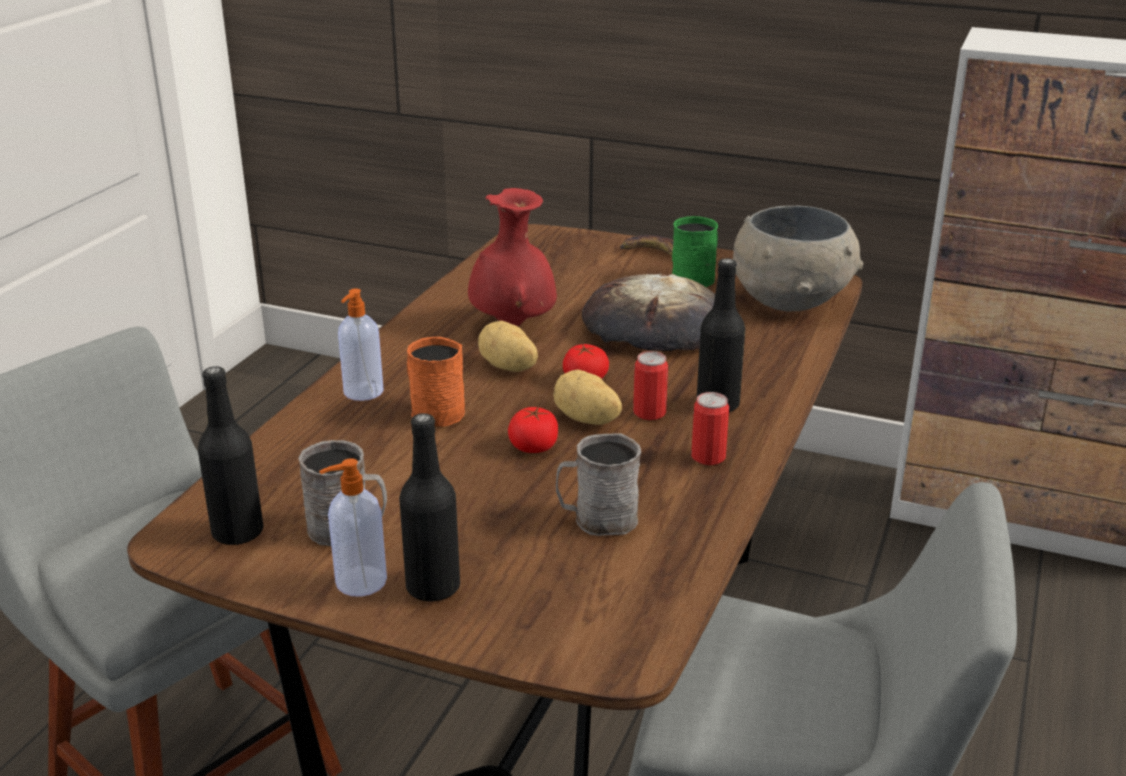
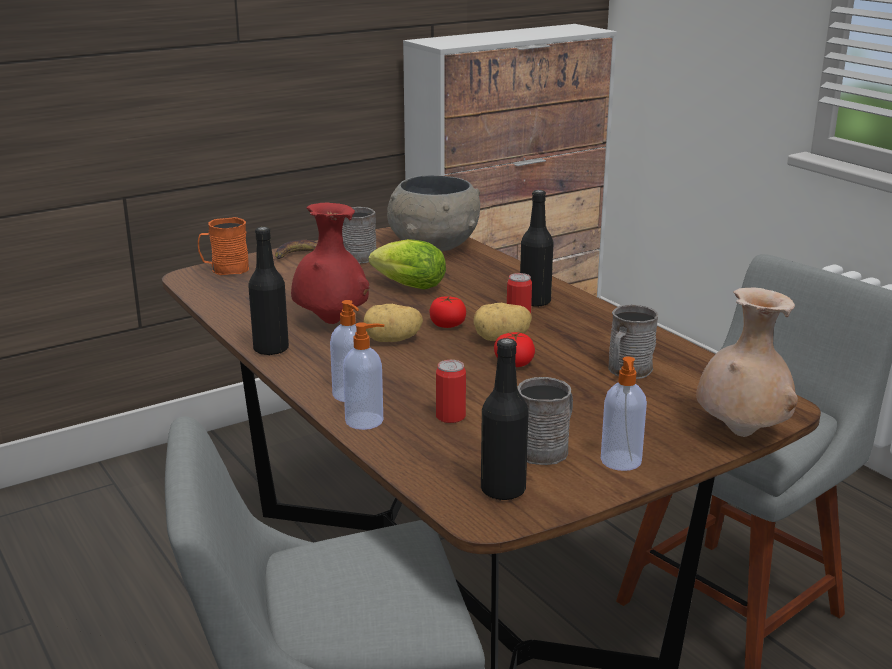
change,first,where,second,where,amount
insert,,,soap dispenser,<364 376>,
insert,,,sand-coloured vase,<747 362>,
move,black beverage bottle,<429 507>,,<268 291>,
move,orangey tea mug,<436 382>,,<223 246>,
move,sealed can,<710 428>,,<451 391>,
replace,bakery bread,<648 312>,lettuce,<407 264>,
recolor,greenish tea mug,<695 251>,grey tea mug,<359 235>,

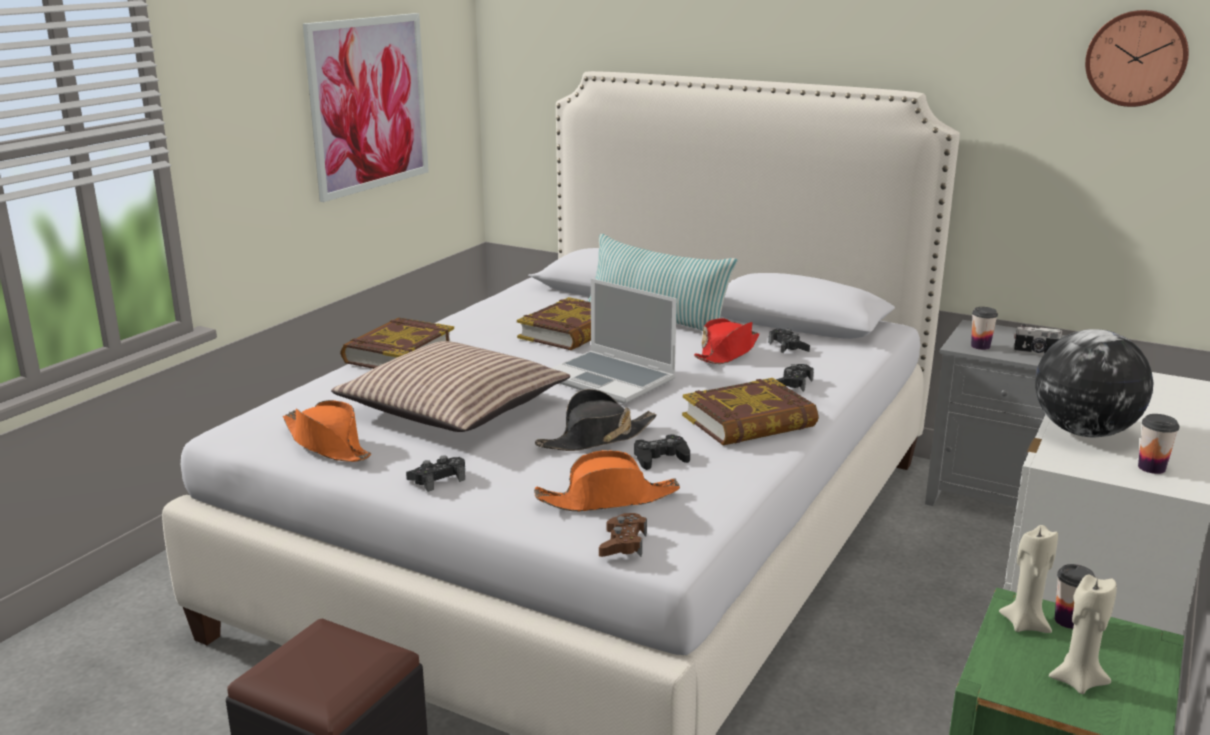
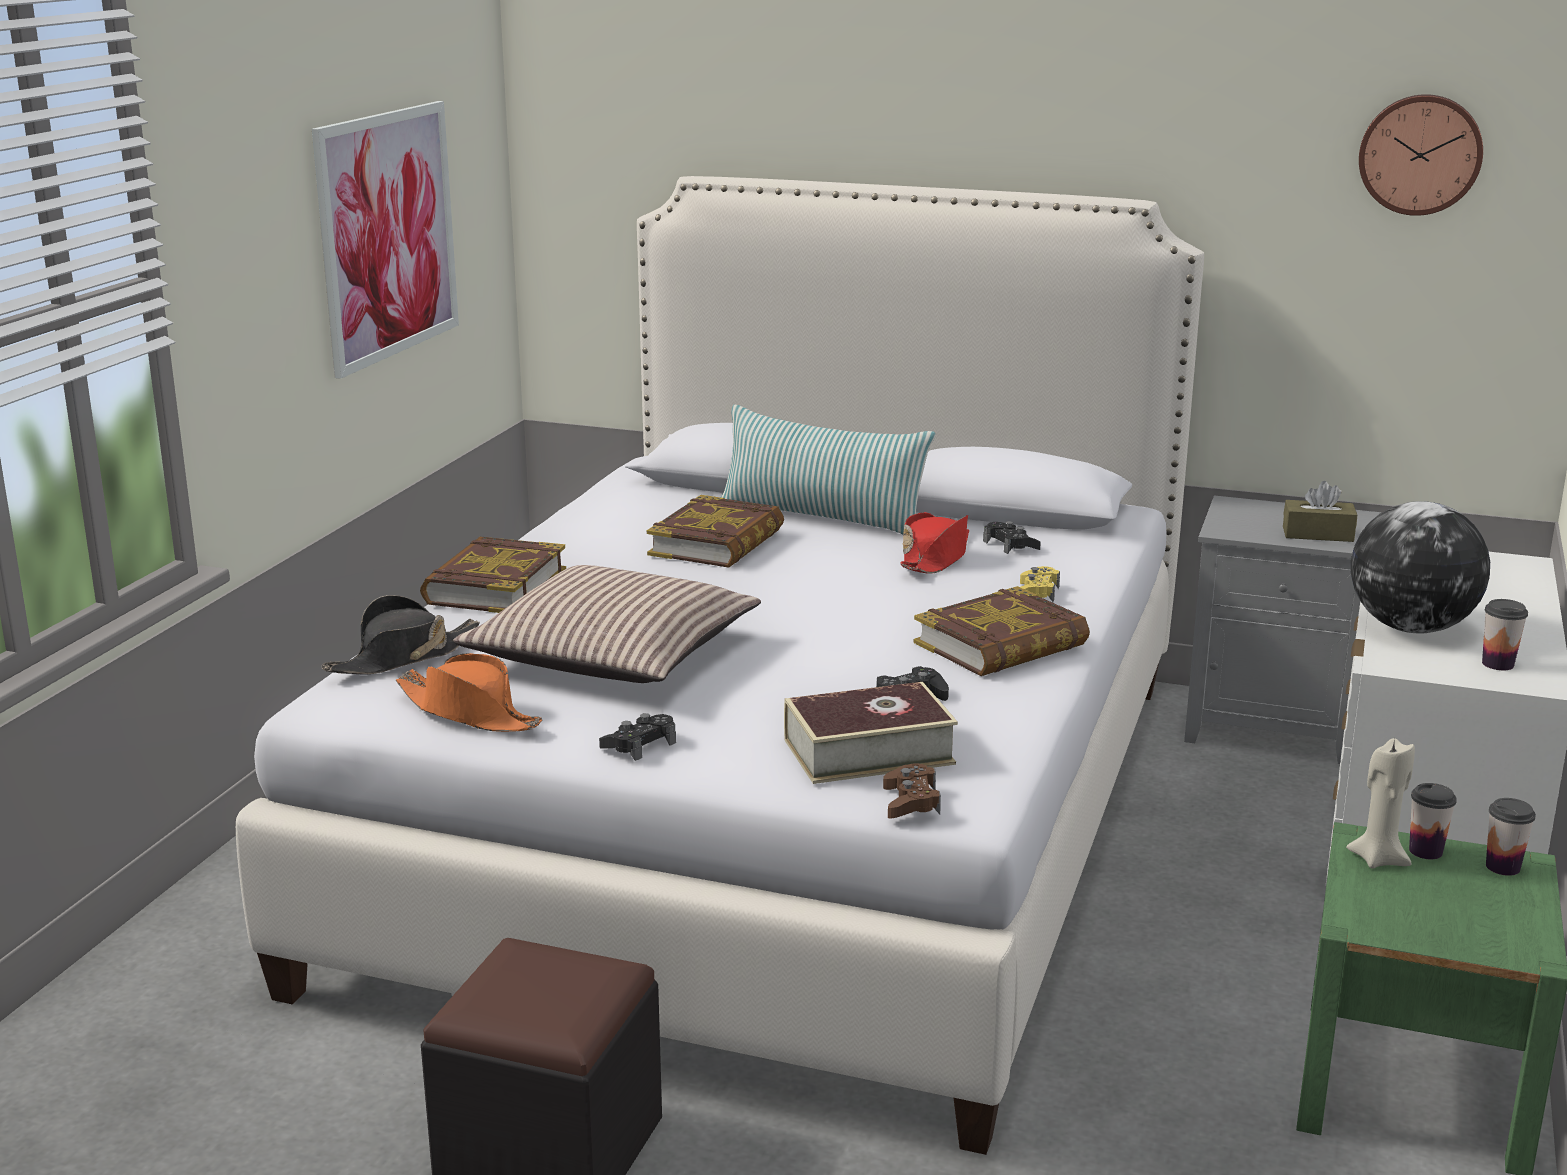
change,first,where,second,where,amount
delete,portable computer,<614 341>,,,
delete,sand-coloured candle,<1083 634>,,,
move,black hat,<596 420>,,<401 635>,
move,drinking cup,<984 328>,,<1511 837>,
replace,orangey hat,<607 481>,bound book,<871 733>,
replace,still camera,<1038 339>,brown tissue holder,<1320 511>,
recolor,black joypad,<795 378>,yellowish joypad,<1040 584>,

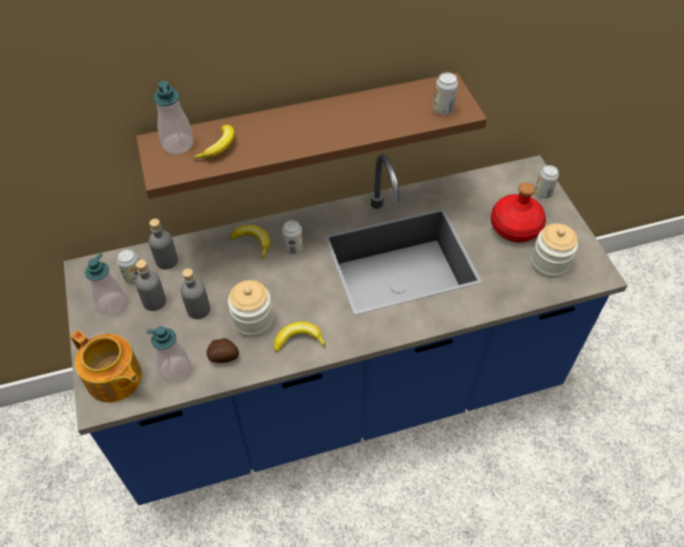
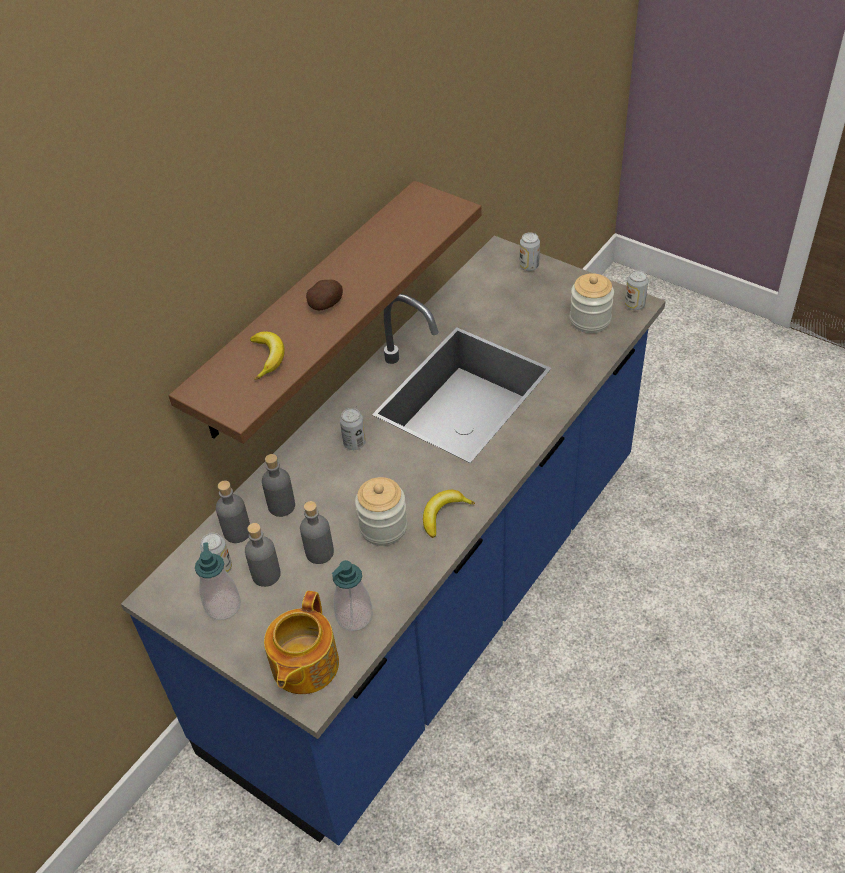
change,first,where,second,where,amount
delete,soap dispenser,<174 117>,,,
delete,whole banana,<250 242>,,,
delete,red-coloured beverage bottle,<518 212>,,,
insert,,,grey beverage bottle,<278 485>,
move,whole potato,<223 350>,,<324 294>,
move,sealed can,<445 93>,,<636 290>,
rotate,tea pot,<106 366>,,<301 642>,105 degrees clockwise

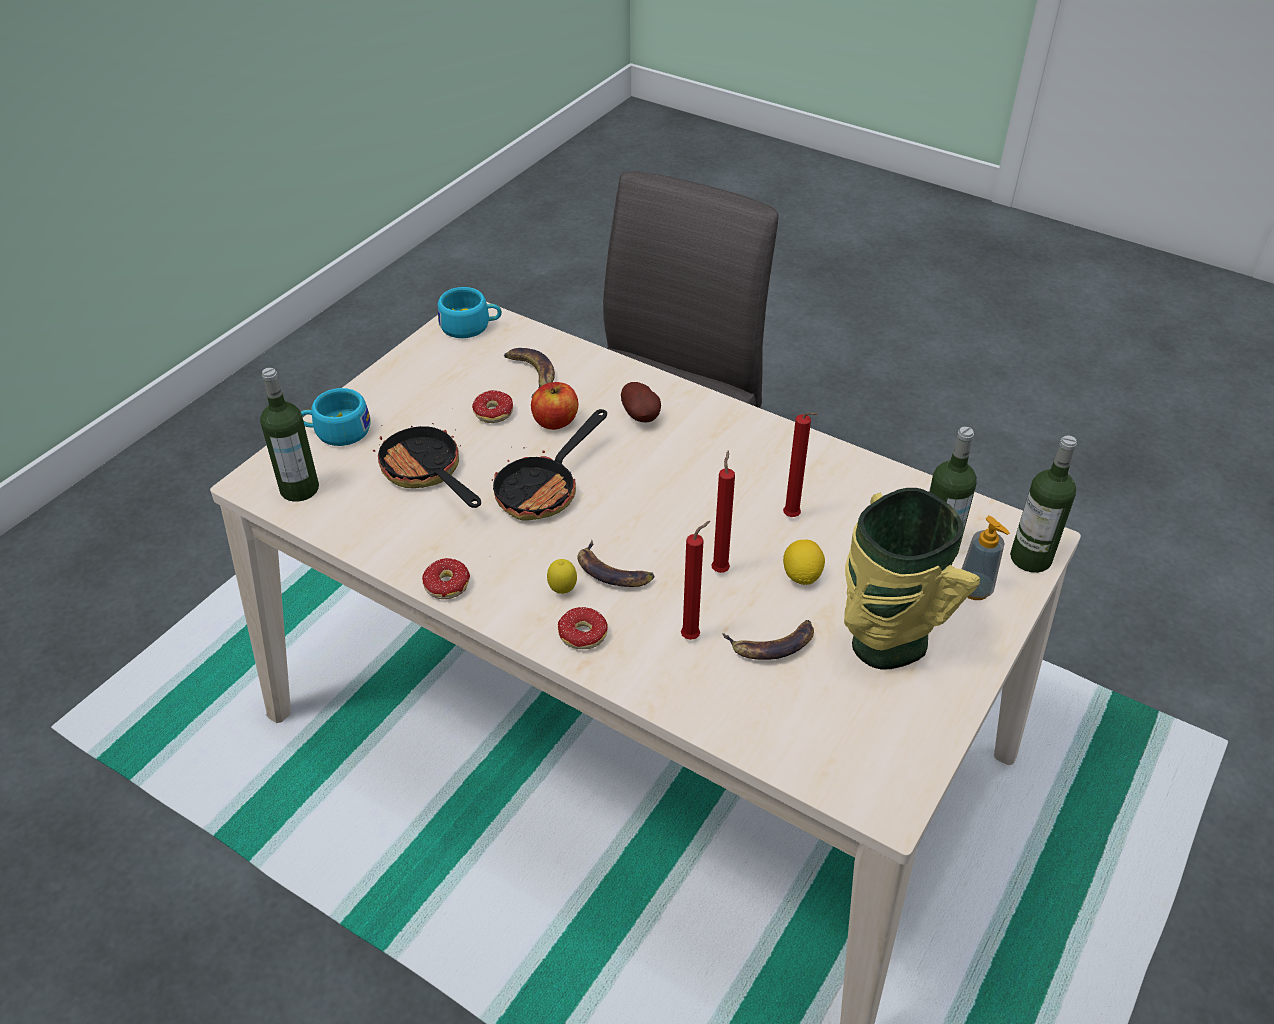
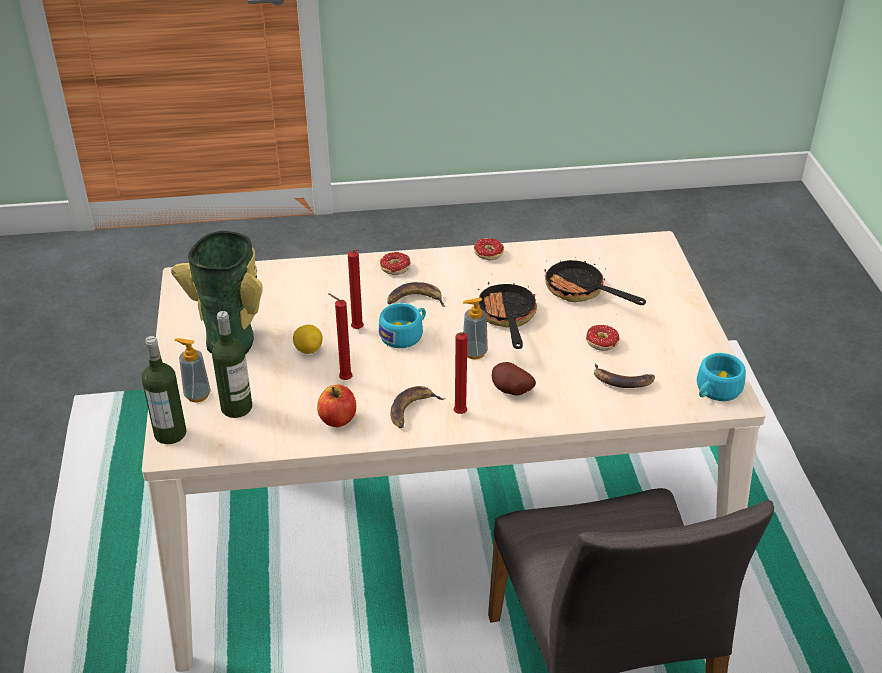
change,first,where,second,where,amount
delete,beverage bottle,<289 435>,,,
delete,lemon,<562 576>,,,
insert,,,soap dispenser,<475 328>,
move,turquoise drinking cup,<336 417>,,<402 325>,
move,whole apple,<554 406>,,<336 406>,
move,red-coloured candle,<695 580>,,<461 373>,
move,whole banana,<768 640>,,<418 407>,
rotate,pan,<427 465>,,<595 281>,150 degrees counterclockwise

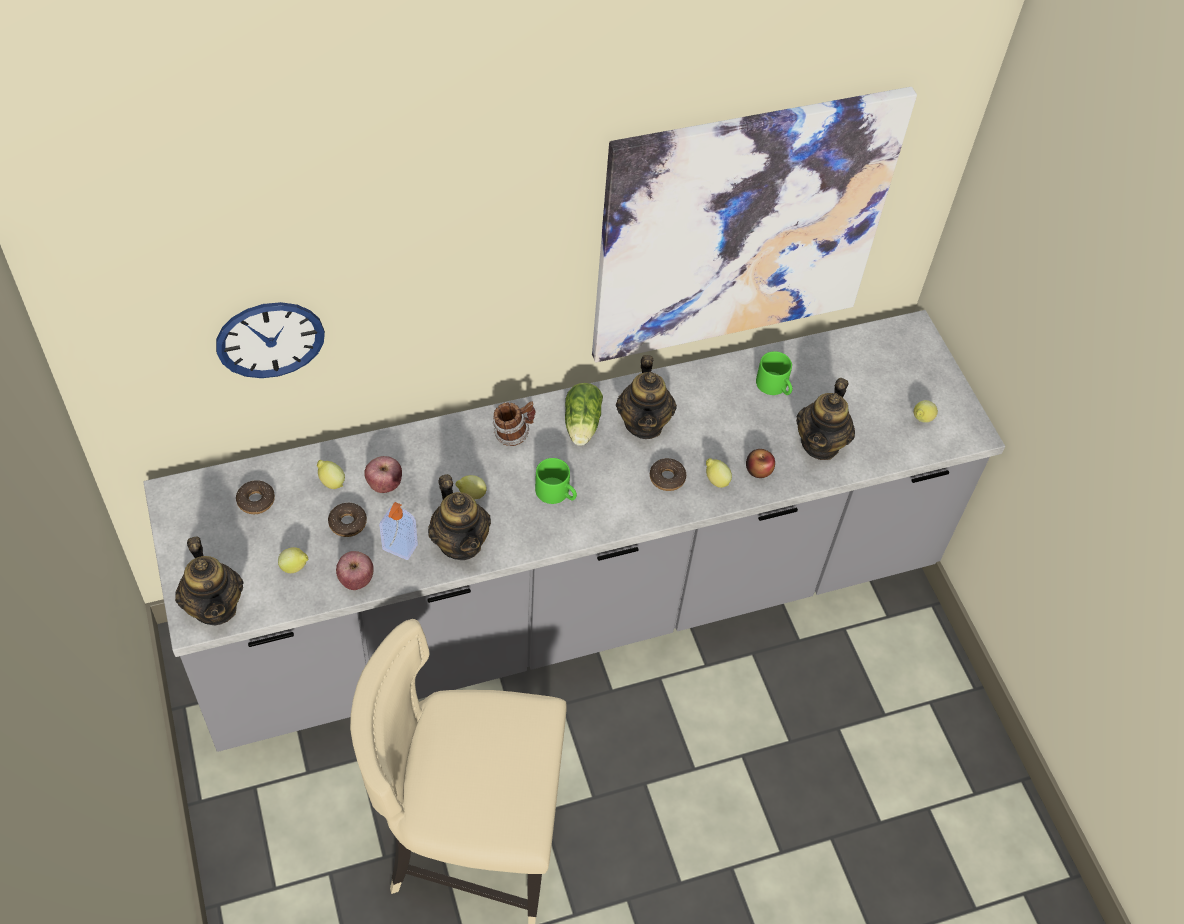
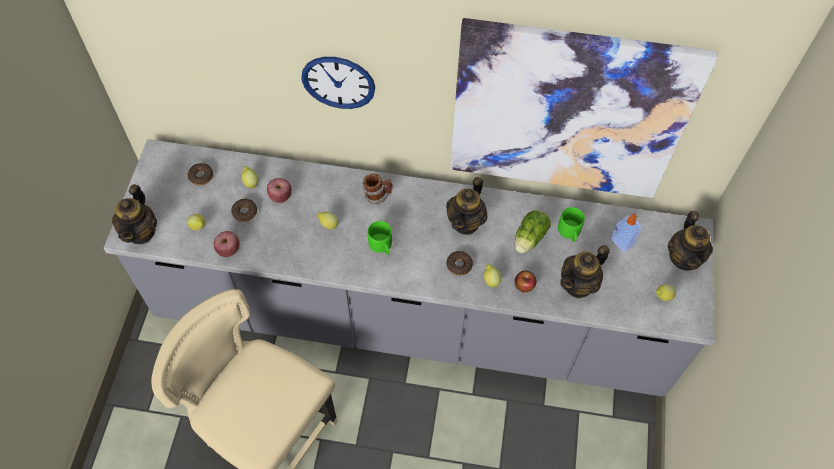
change,first,where,second,where,amount
move,wall clock,<270 340>,,<338 83>,
move,soap dispenser,<398 531>,,<626 232>,
move,tea pot,<459 517>,,<690 241>,
move,lettuce,<584 414>,,<533 231>,

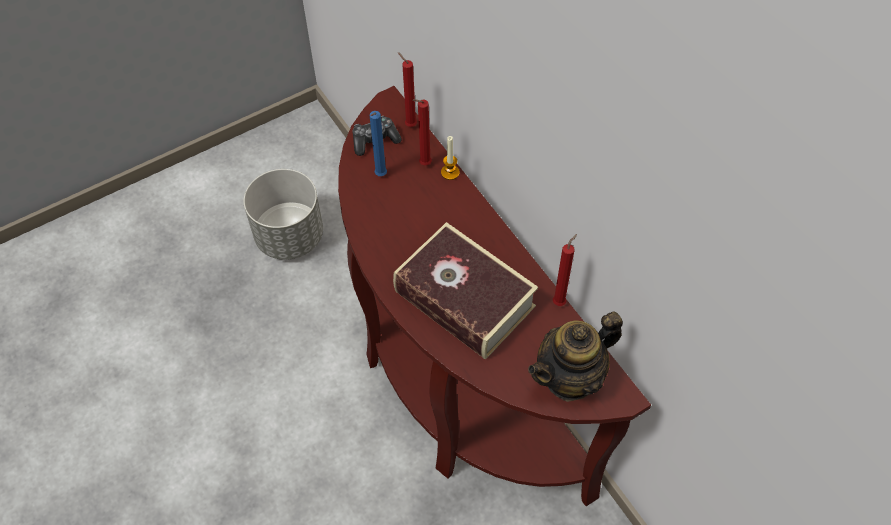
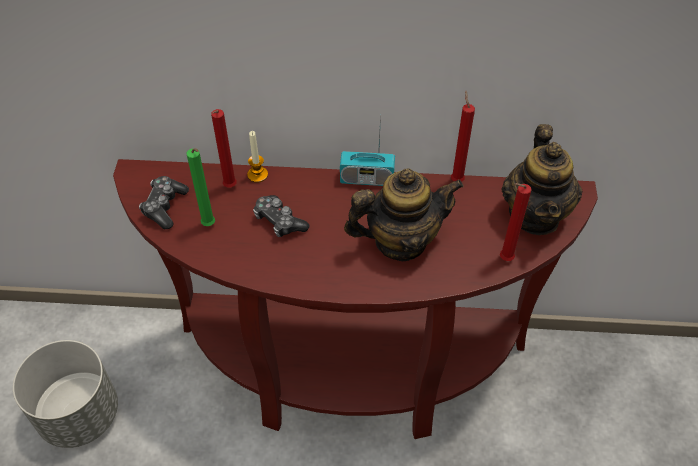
change,first,where,second,where,amount
insert,,,joypad,<281 216>,
insert,,,radio,<367 150>,
move,red-coloured candle,<407 89>,,<515 222>,
replace,bound book,<465 291>,tea pot,<404 214>,
recolor,bluish candle,<378 143>,greenish candle,<200 187>,

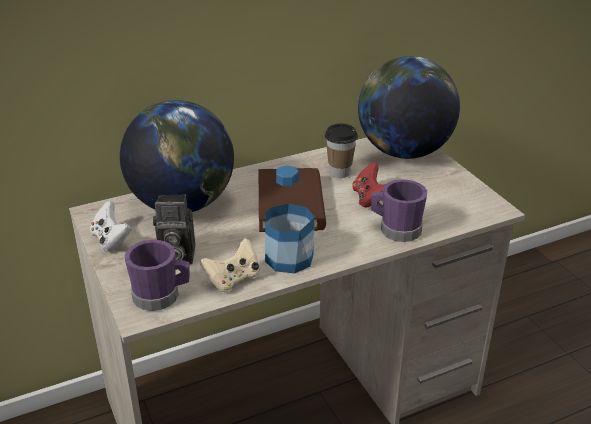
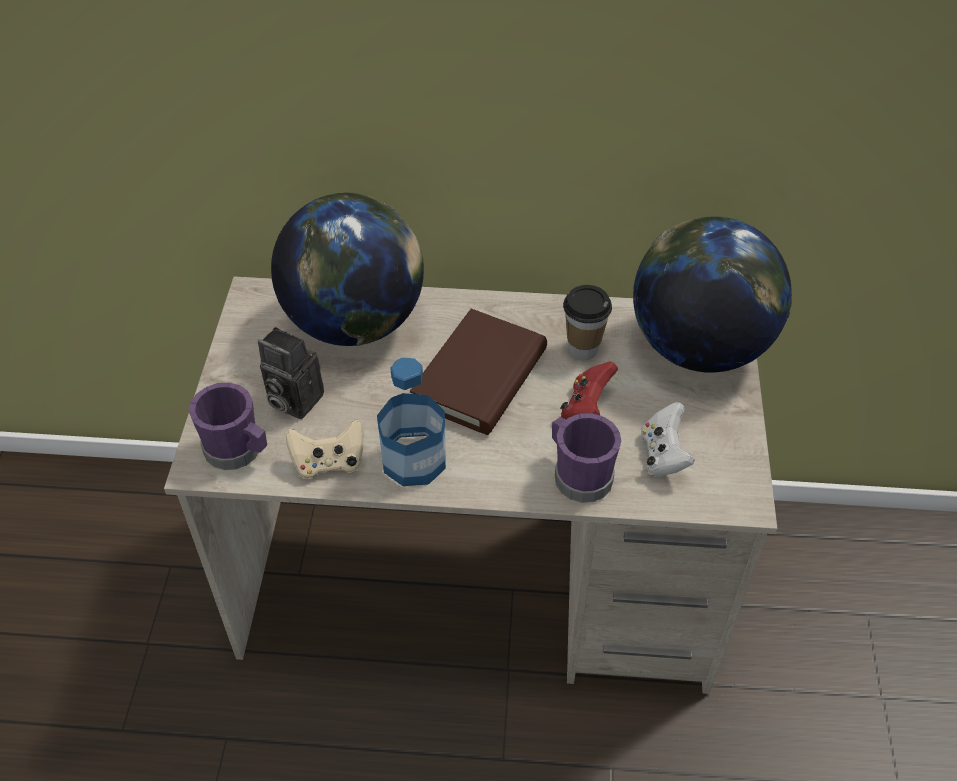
change,first,where,second,where,amount
move,white-coloured joypad,<111 226>,,<668 439>,

